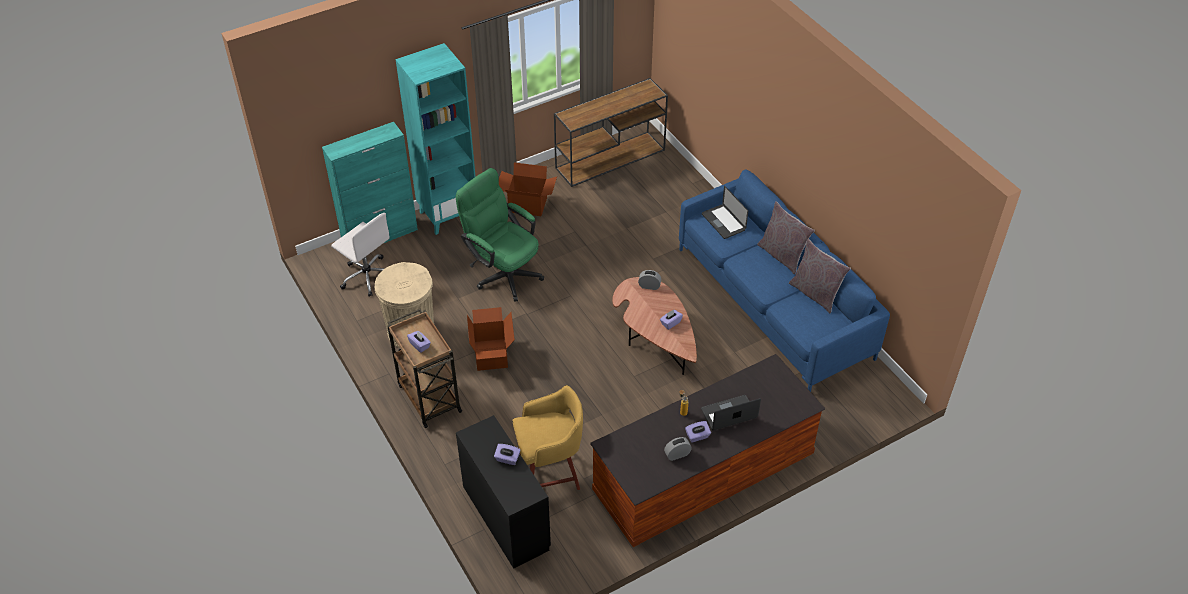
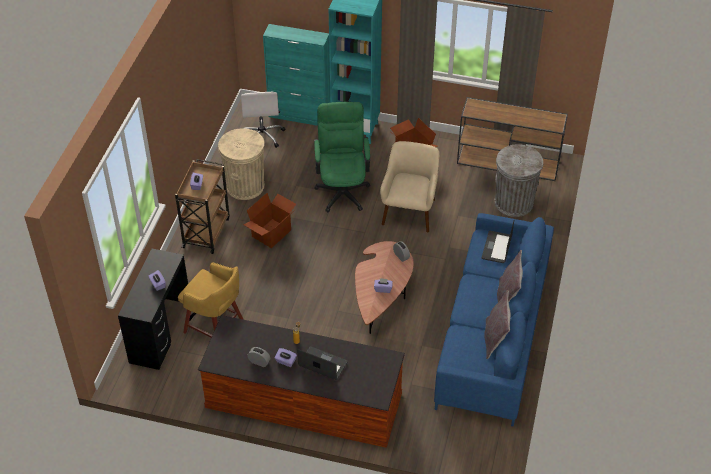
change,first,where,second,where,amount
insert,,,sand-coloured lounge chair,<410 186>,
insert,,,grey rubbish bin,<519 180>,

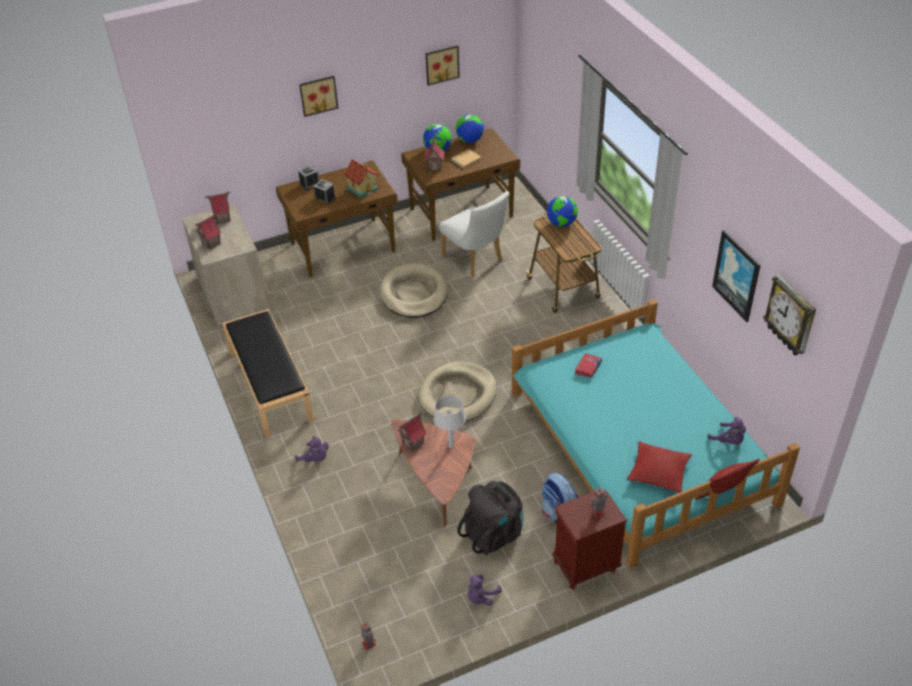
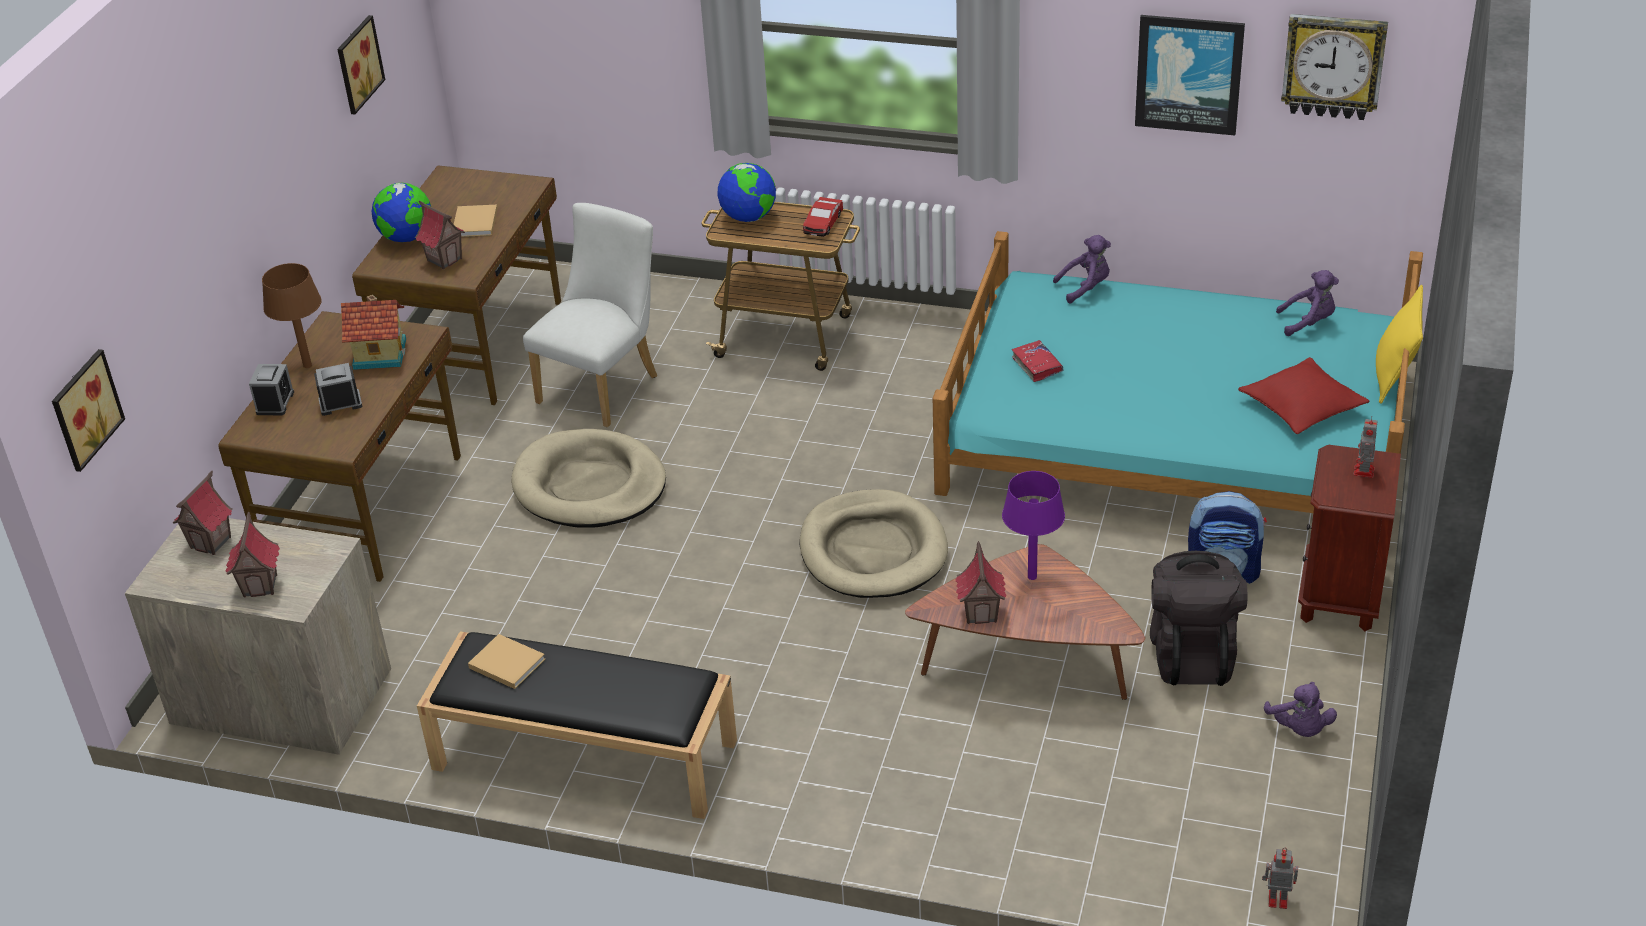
change,first,where,second,where,amount
delete,desk globe,<470 128>,,,
insert,,,brown table lamp,<292 315>,
insert,,,sand-coloured bound book,<506 661>,
insert,,,miniature car,<823 217>,
move,purple cuddly toy,<312 449>,,<1082 269>,
move,picture,<318 96>,,<88 410>,
recolor,grey table lamp,<449 421>,purple table lamp,<1033 525>,
recolor,red-coloured pillow,<727 479>,yellowish pillow,<1399 344>,
rotate,white-coloured upright chair,<474 234>,,<590 315>,60 degrees counterclockwise

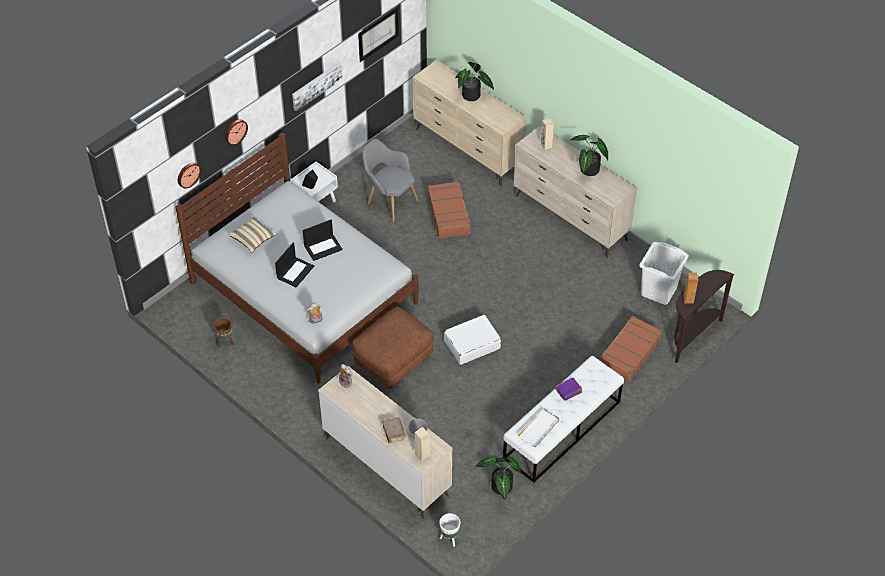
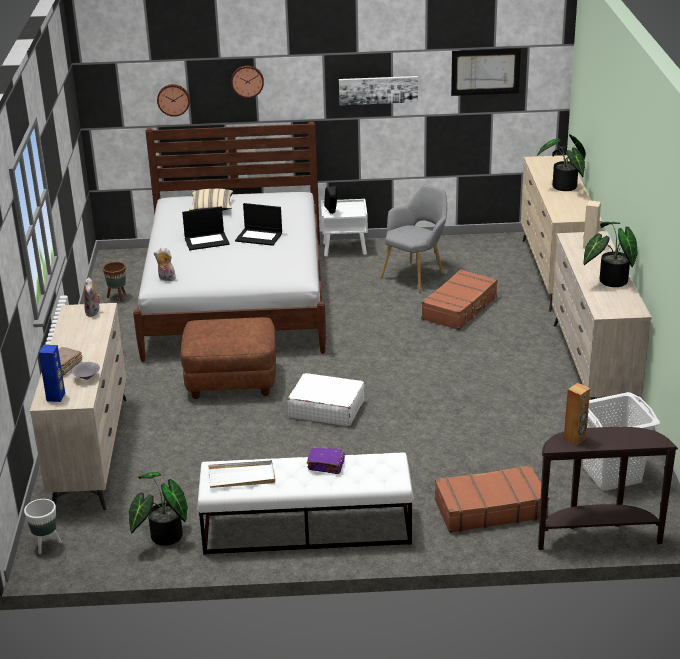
change,first,where,second,where,amount
recolor,sand-coloured speaker,<422 444>,bluish speaker,<52 373>,
rotate,grey lounge chair,<390 180>,,<413 238>,45 degrees clockwise

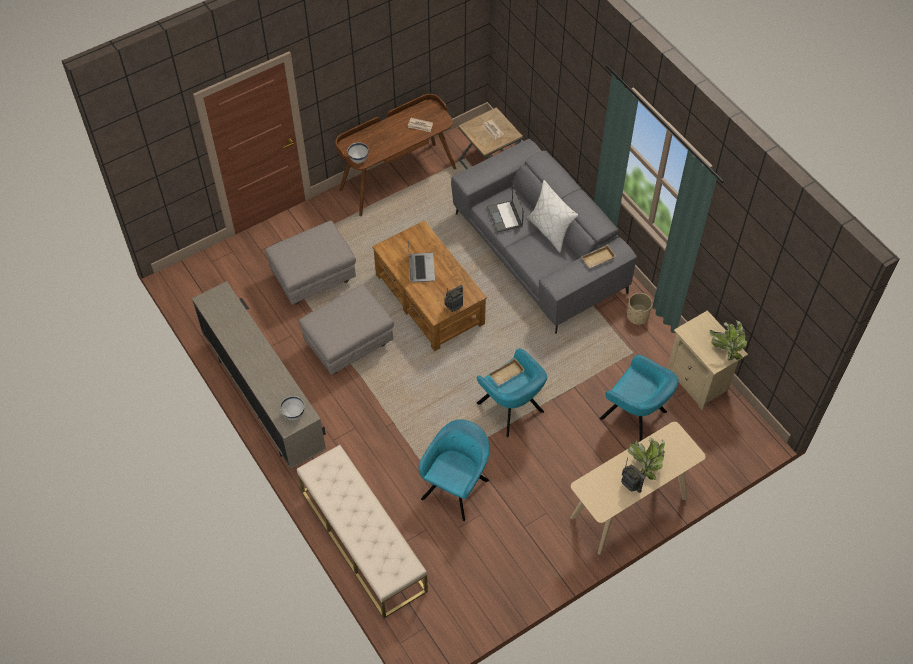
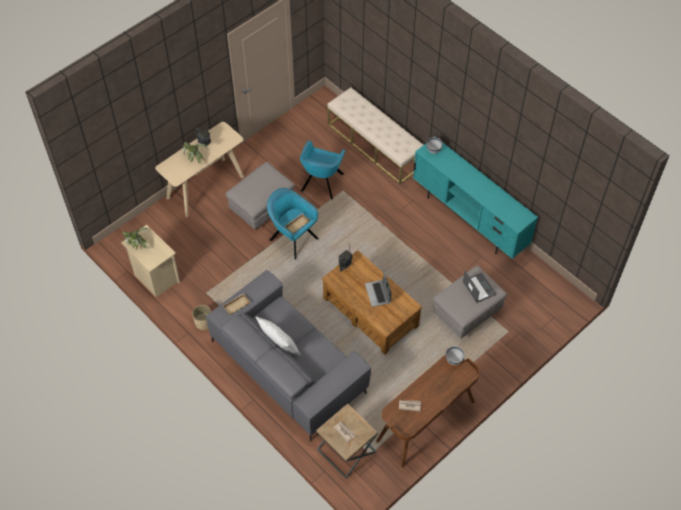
change,first,where,second,where,amount
delete,turquoise lounge chair,<639 398>,,,
move,grey ottoman,<346 329>,,<260 195>,
move,portable computer,<505 208>,,<479 287>,
recolor,sand-coloured tv unit,<259 375>,turquoise tv unit,<475 198>,

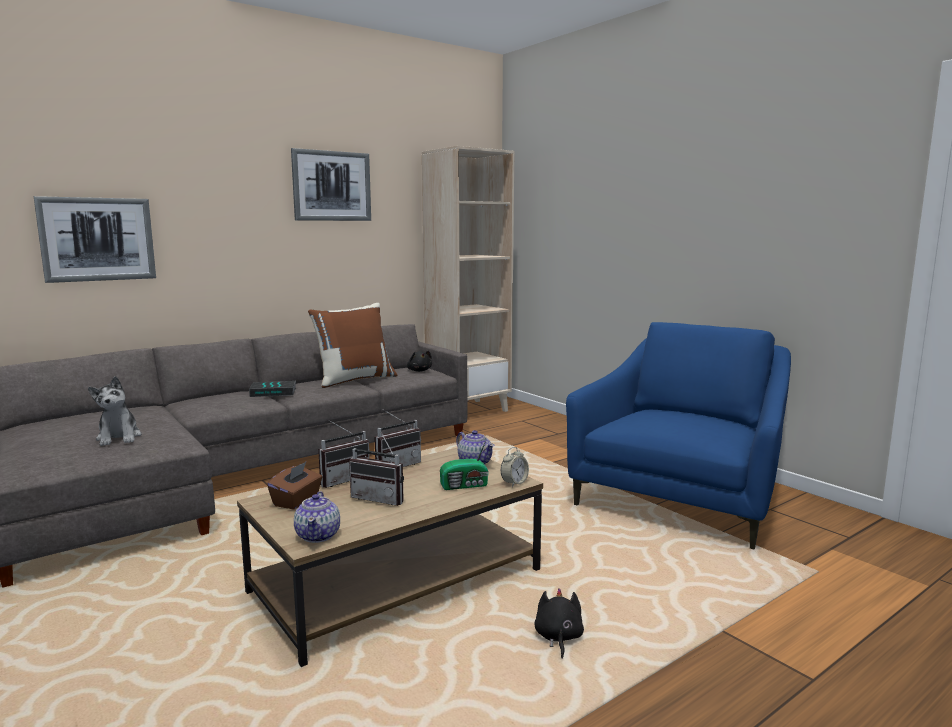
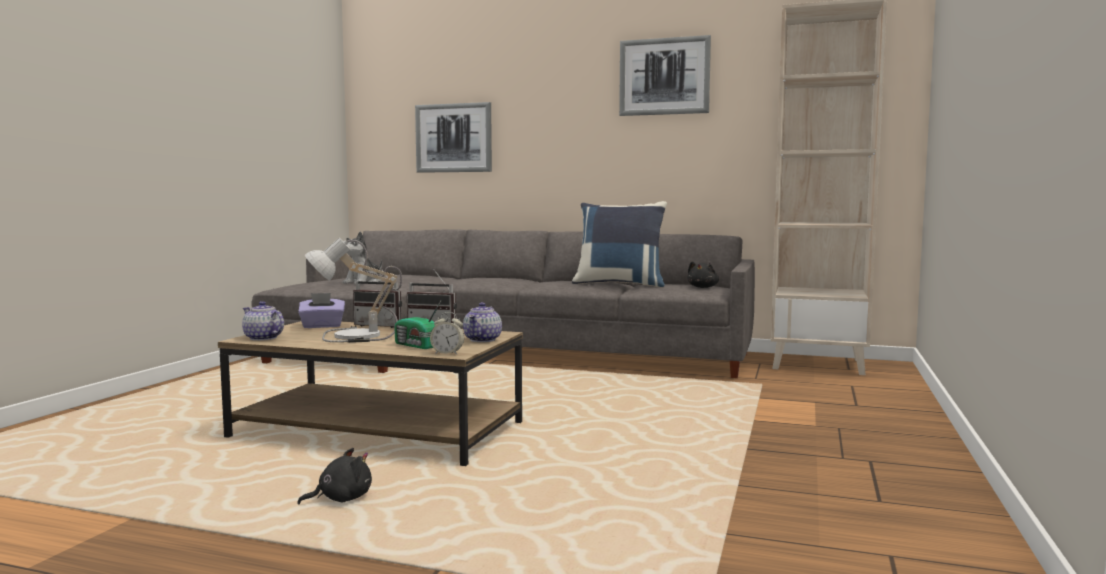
change,first,where,second,where,amount
delete,bound book,<272 389>,,,
delete,bluish lounge chair,<678 435>,,,
replace,radio,<376 469>,table lamp,<353 290>,
recolor,brown tissue holder,<294 486>,purple tissue holder,<321 310>,
recolor,brown pillow,<352 345>,bluish pillow,<619 244>,
rotate,tea pot,<317 517>,,<263 321>,75 degrees clockwise

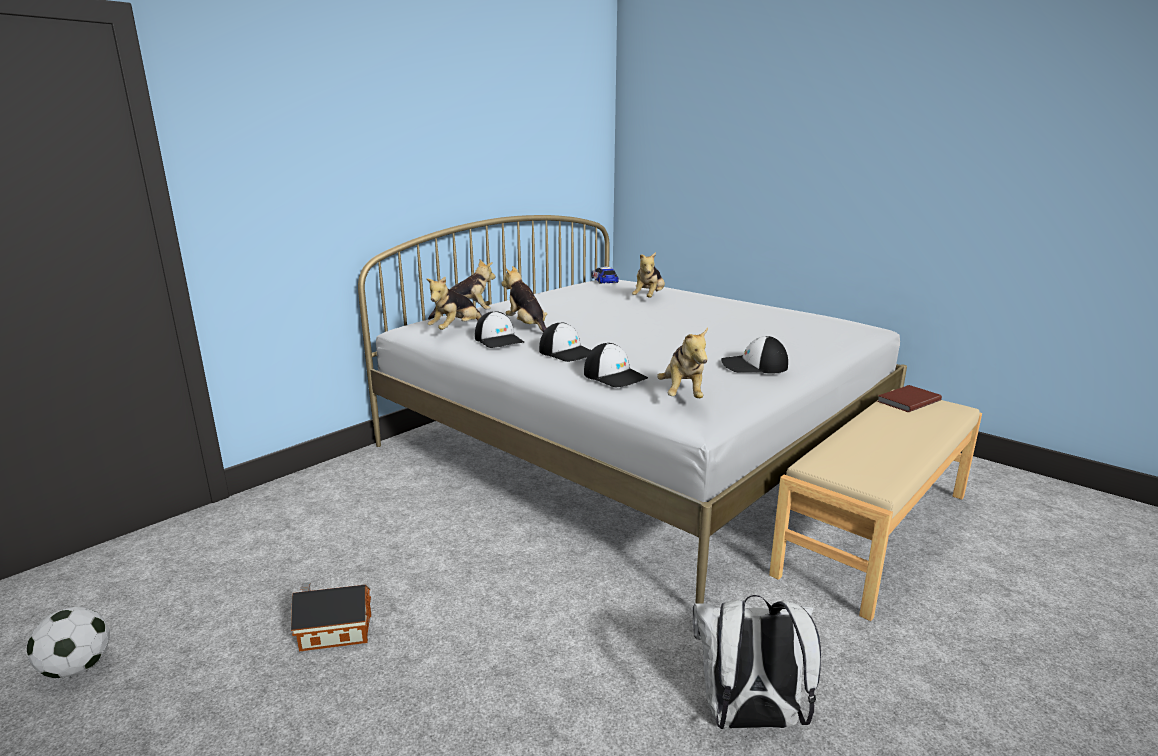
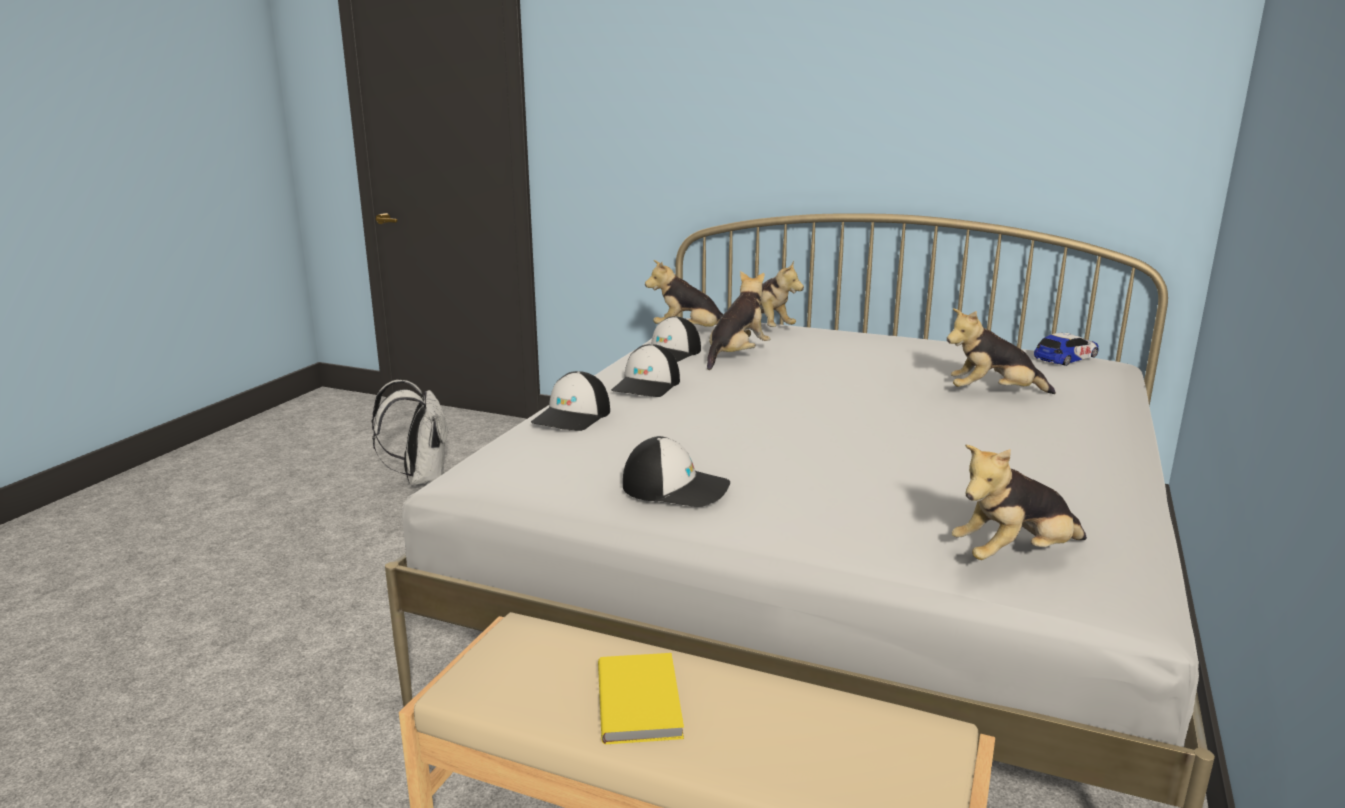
change,first,where,second,where,amount
delete,ball for football,<68 643>,,,
delete,model house,<331 617>,,,
delete,brown bound book,<909 398>,,,
insert,,,yellowish bound book,<641 698>,
move,cuddly toy,<682 363>,,<1019 502>,
move,white-coloured backpack,<757 662>,,<410 432>,
rotate,baseball cap,<754 355>,,<676 471>,120 degrees clockwise

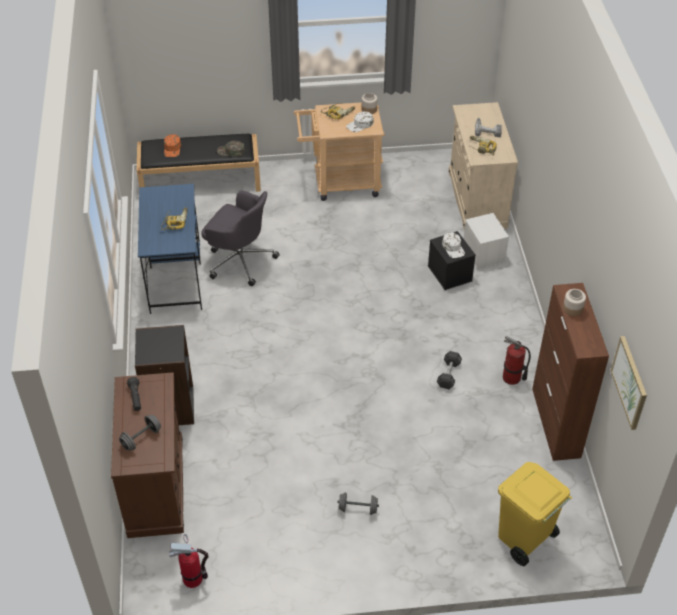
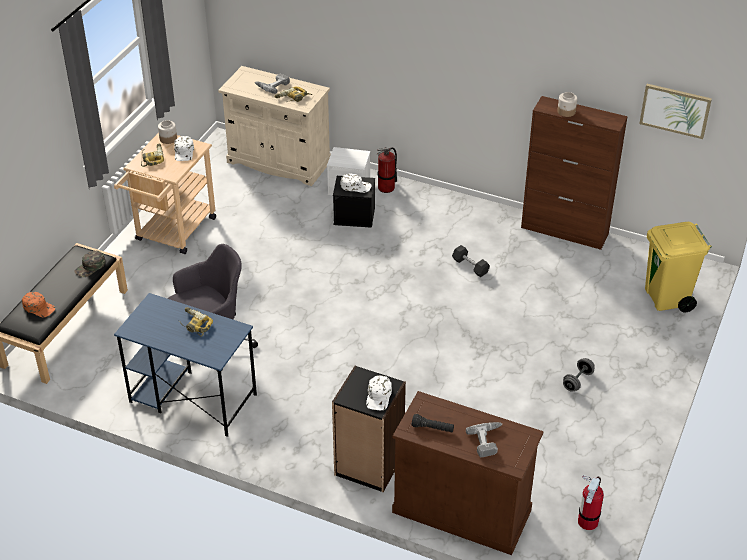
change,first,where,second,where,amount
insert,,,white-coloured baseball cap,<379 392>,
move,fire-fighting cylinder,<517 360>,,<387 170>,
replace,grey hand weight,<140 433>,drill,<484 439>,

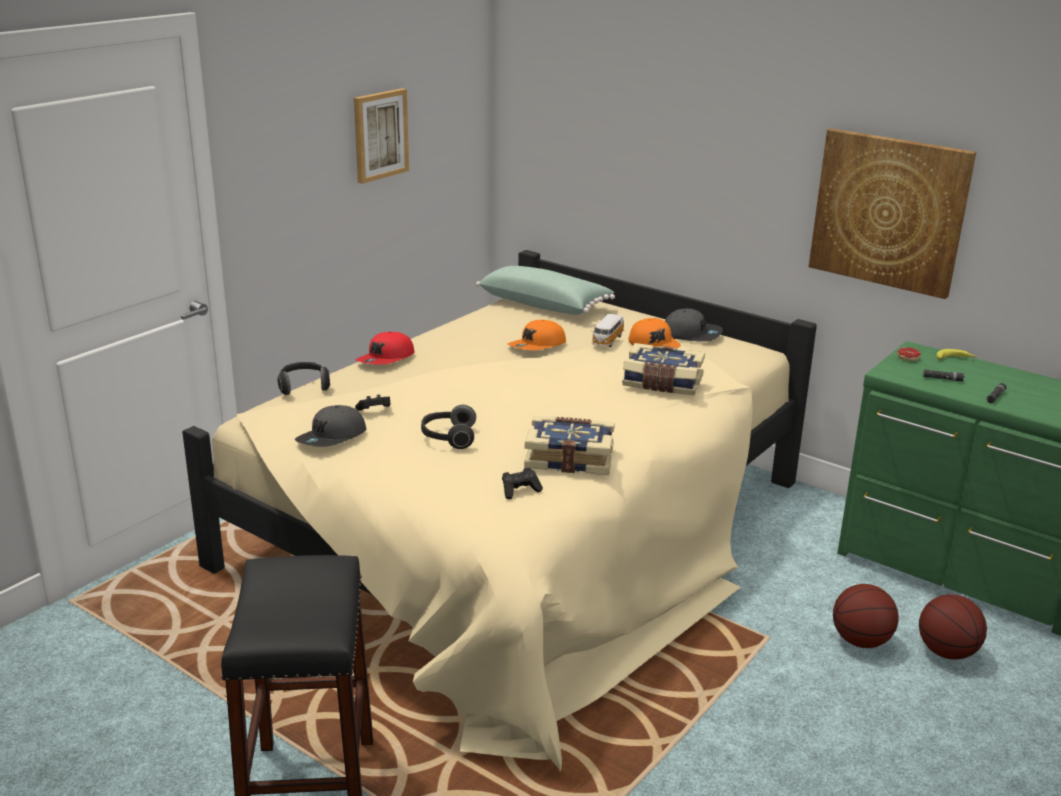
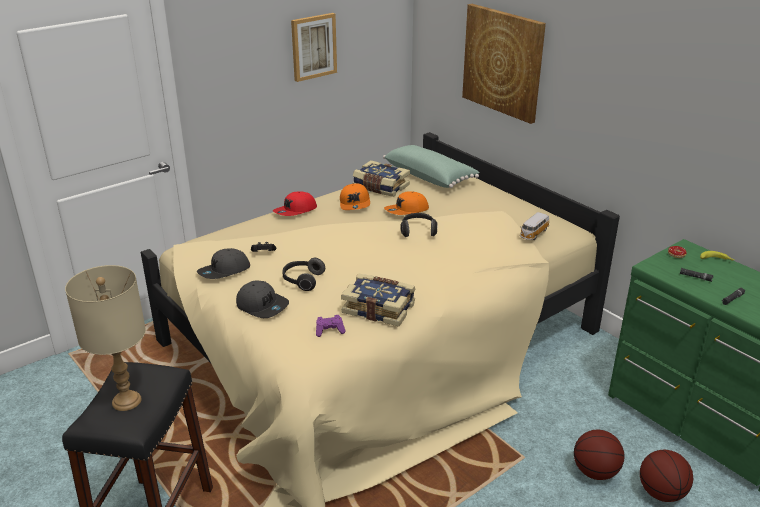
change,first,where,second,where,amount
insert,,,sand-coloured table lamp,<105 338>,
move,headphones,<303 378>,,<419 225>,
move,miniature car,<608 330>,,<534 226>,
move,bound book,<663 369>,,<381 178>,
move,orangey baseball cap,<655 333>,,<355 197>,
move,grey baseball cap,<694 325>,,<262 299>,
move,picture,<892 213>,,<504 64>,
recolor,black joypad,<522 483>,purple joypad,<331 326>,

